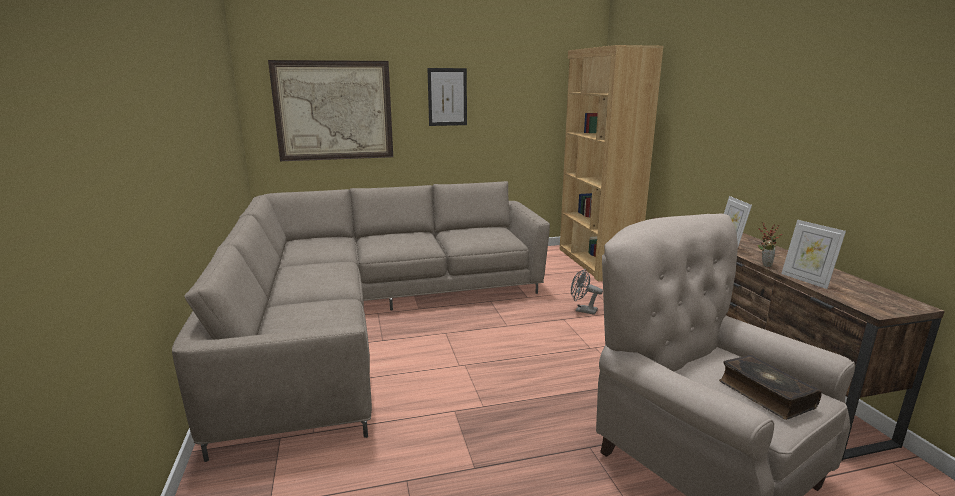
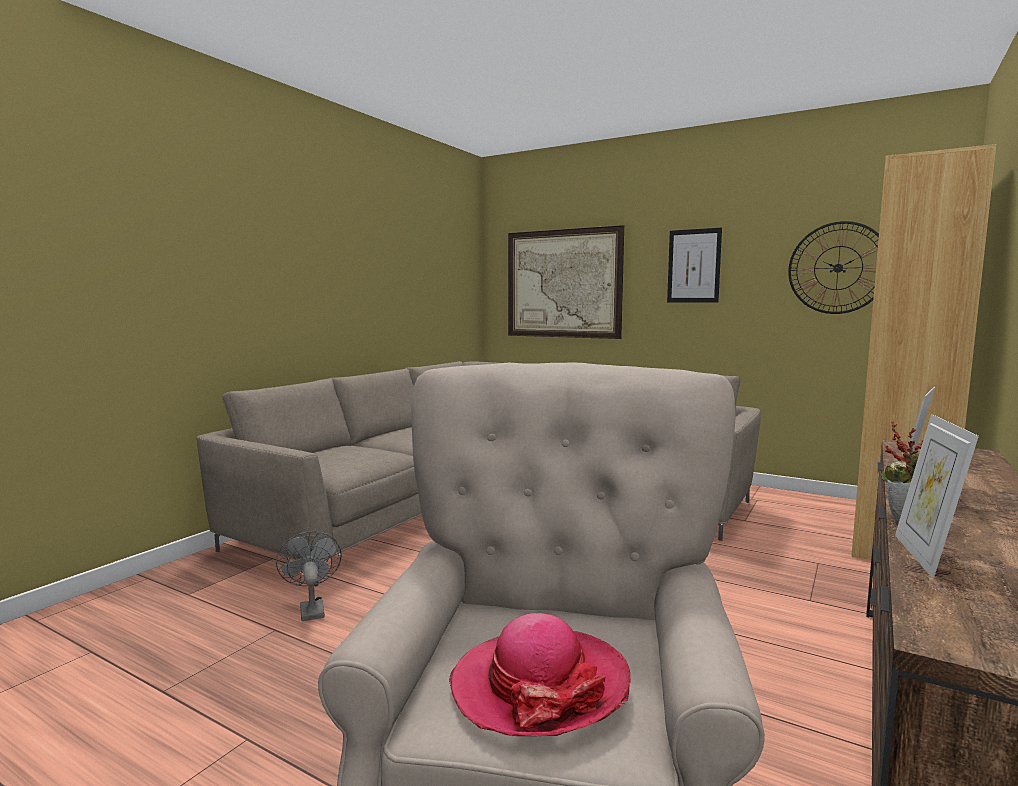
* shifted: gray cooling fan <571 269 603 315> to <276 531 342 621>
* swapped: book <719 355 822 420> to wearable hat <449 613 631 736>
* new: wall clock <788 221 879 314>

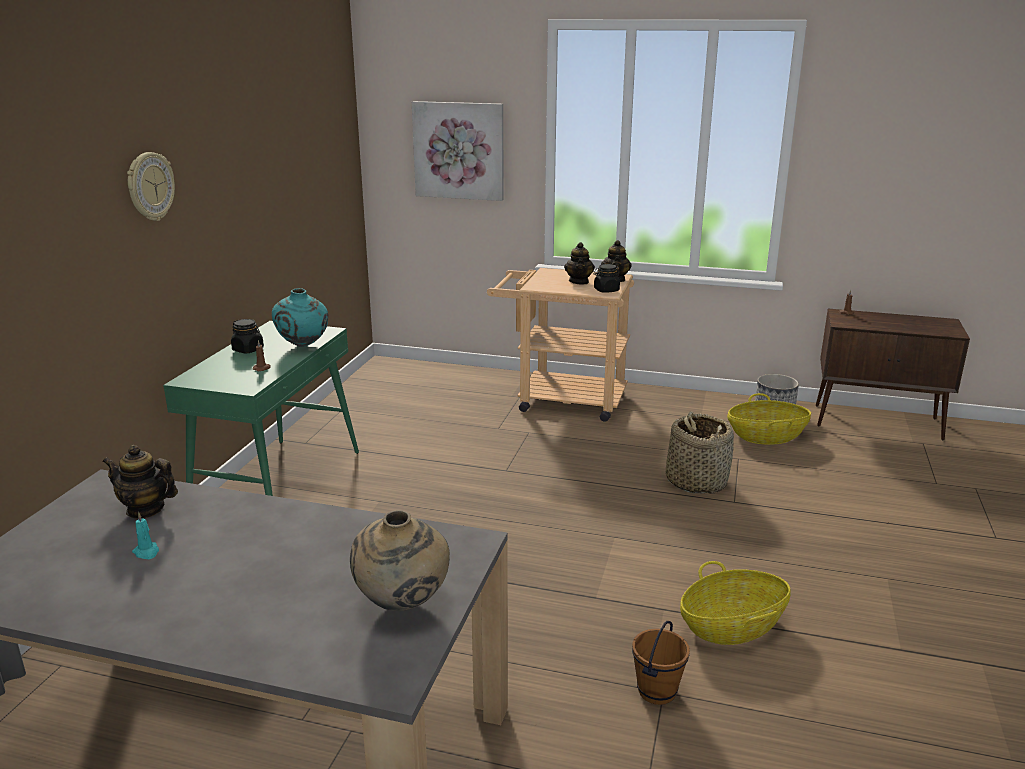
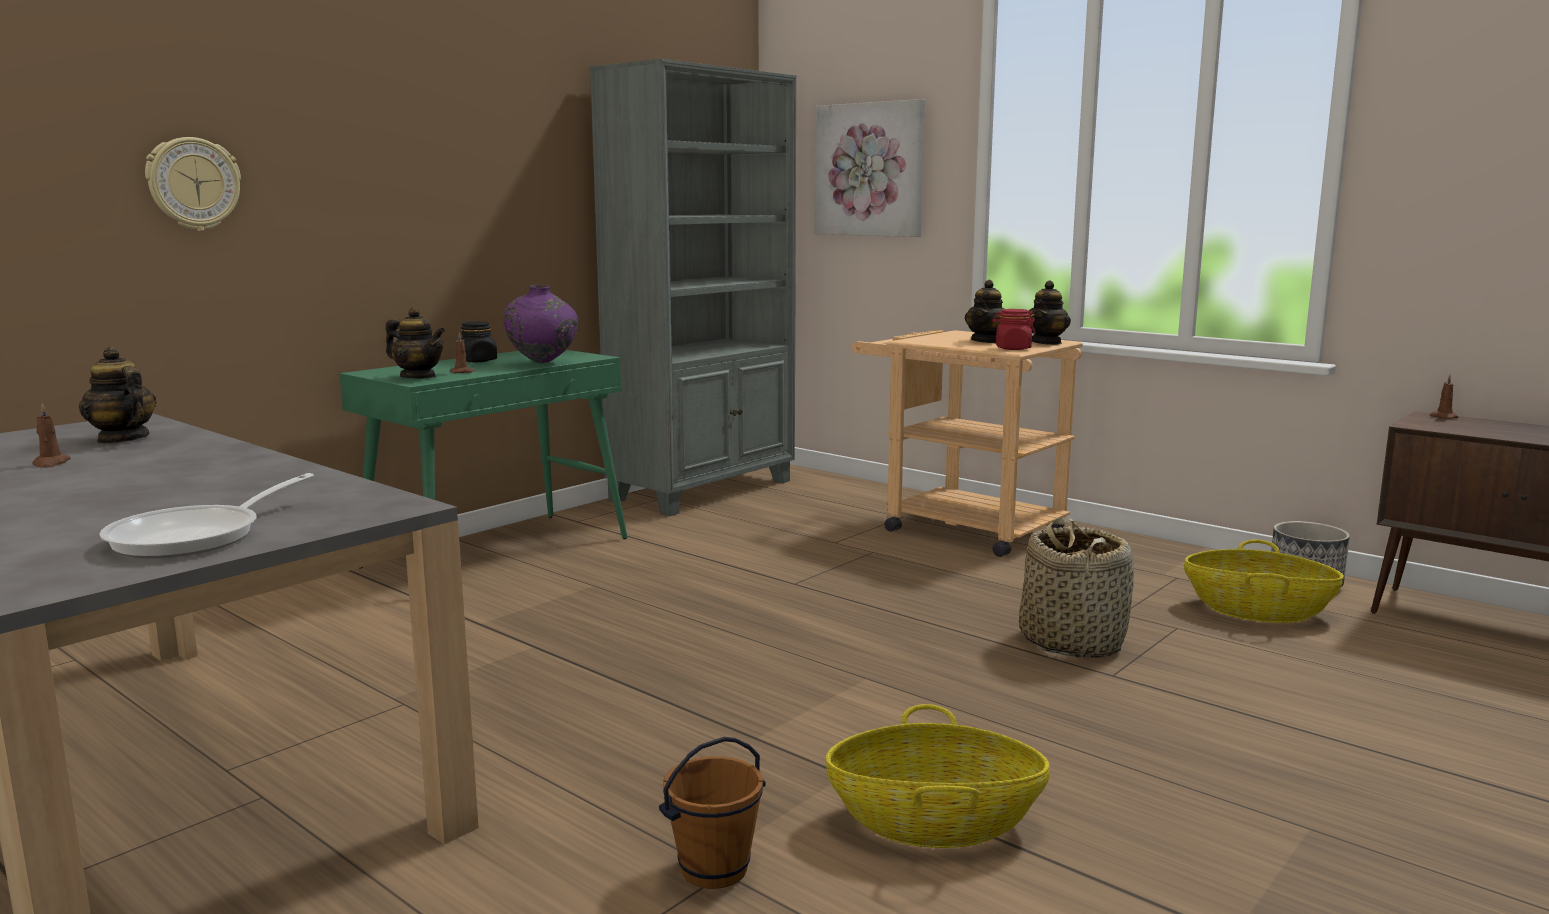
* shifted: wall clock <127 152 175 221> to <145 137 241 231>
* repainted: black-coloured storage jar <594 264 620 293> to red storage jar <992 309 1036 350>
* repainted: blue-green decorative vase <272 288 328 347> to purple-coloured decorative vase <503 285 578 363>
* swapped: beige decorative vase <350 510 450 611> to pan <100 473 314 559>
* repainted: blue-green wax light <132 512 159 559> to brown-coloured wax light <32 403 71 468>
* new: gray bookshelf <590 59 796 516>
* new: tea pot <386 307 446 378>

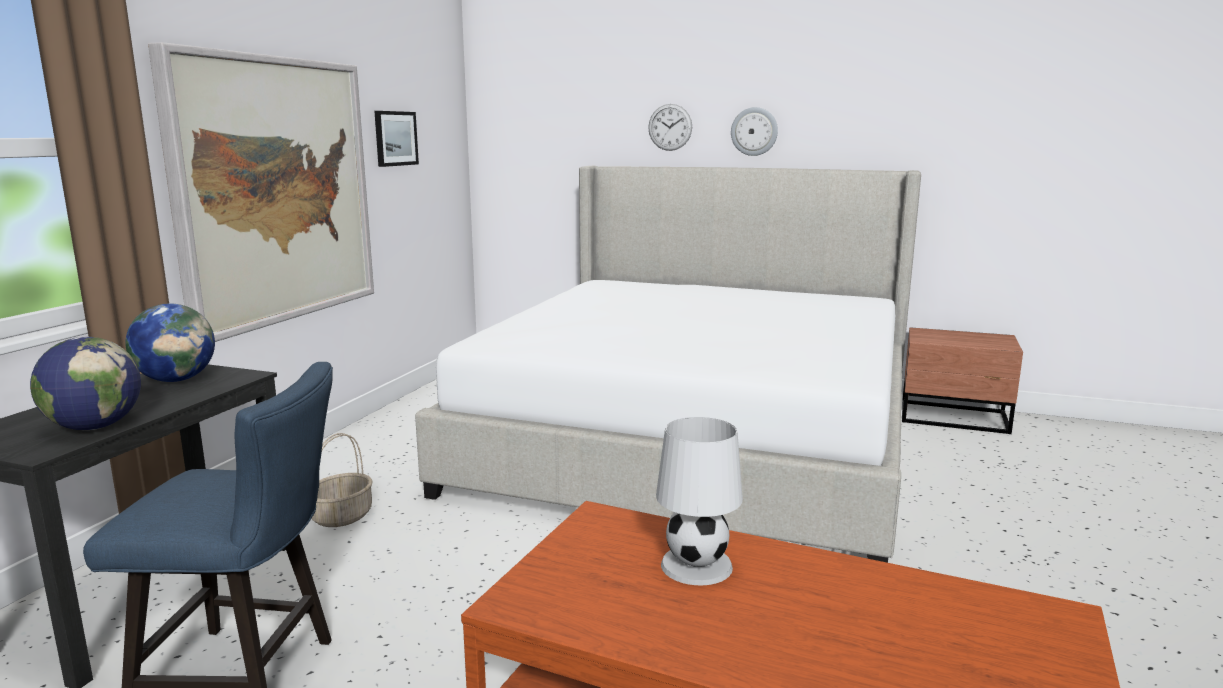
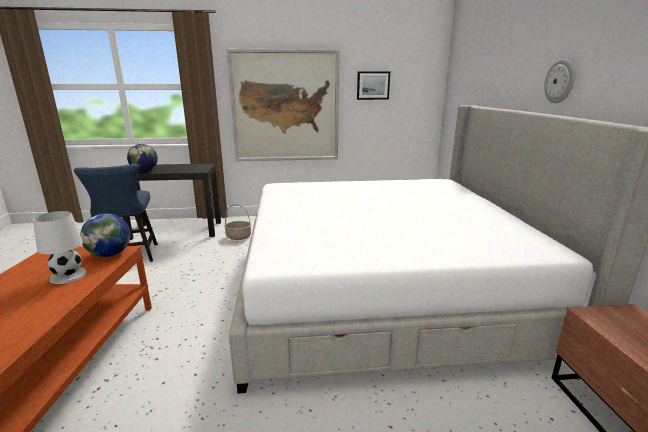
* gone: wall clock <648 104 692 151>
* shifted: world globe <125 304 215 382> to <80 213 131 257>

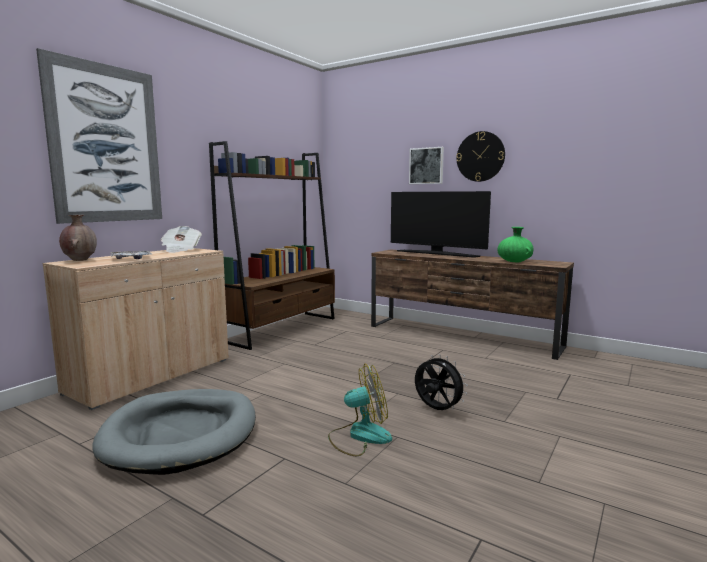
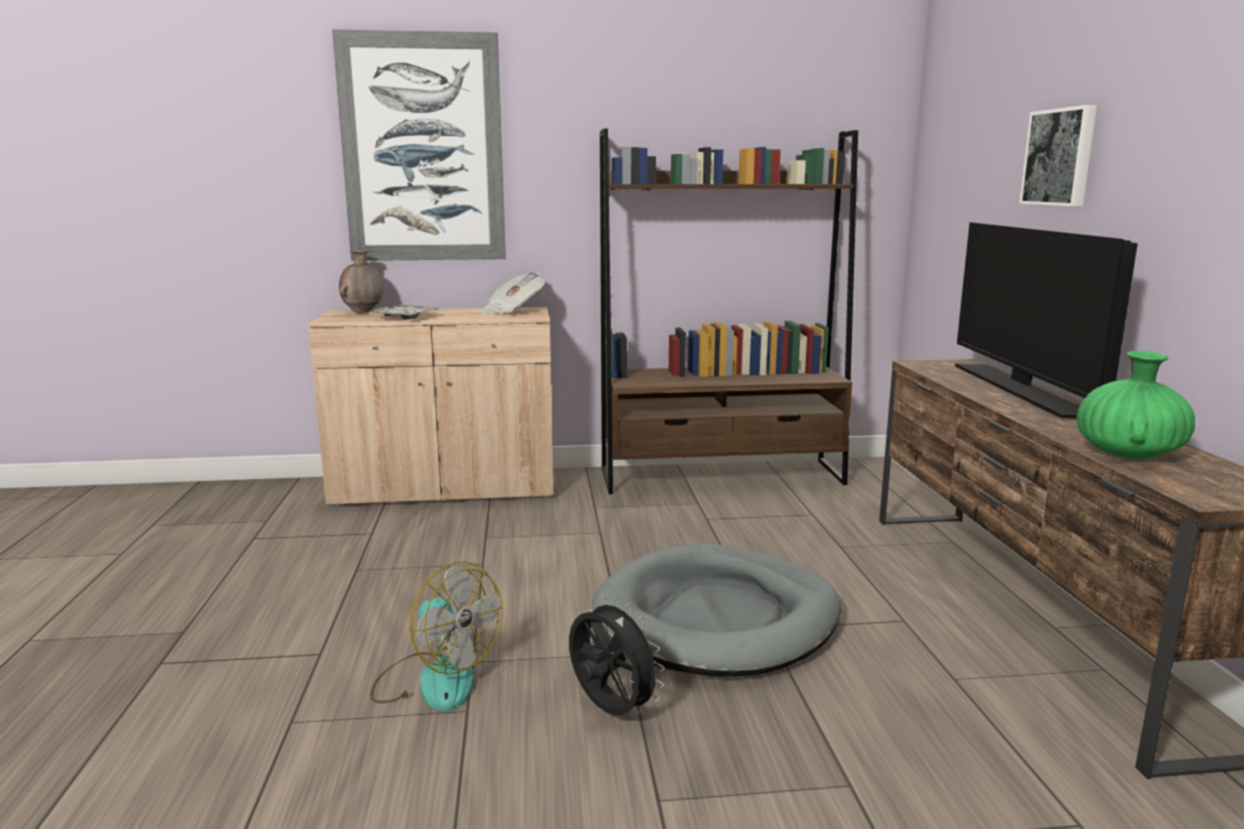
* gone: wall clock <456 131 505 182>
* rotated: black-coloured cooling fan <415 354 467 410> = <569 597 665 715> 45 degrees counterclockwise
* shifted: gray dog cushion <92 389 256 475> to <592 543 841 676>

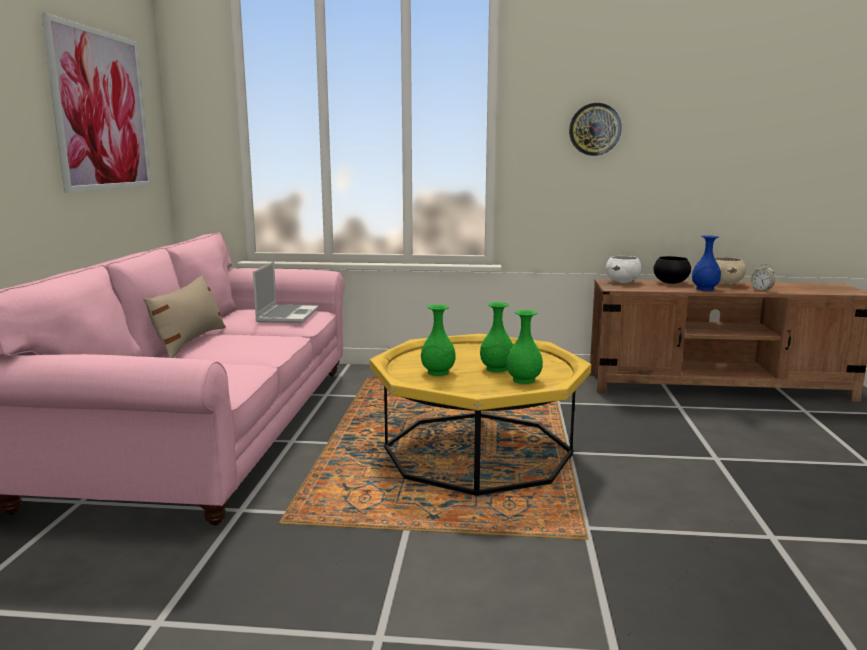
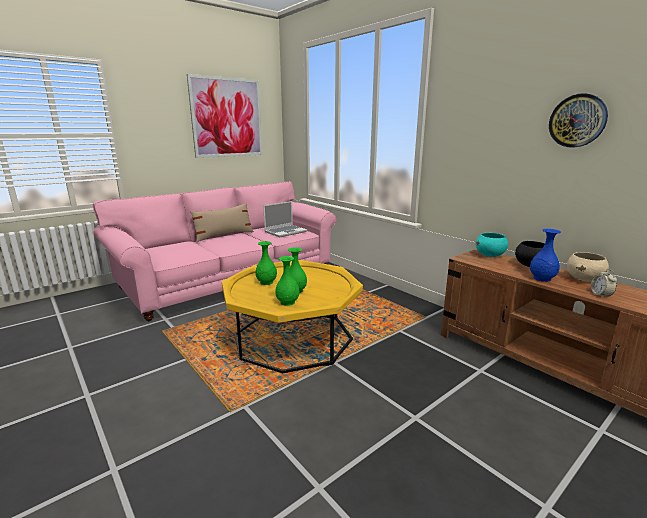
* shifted: wall clock <569 103 622 156> to <549 93 608 147>
* repainted: white deep dish <606 256 641 283> to blue-green deep dish <476 233 508 257>

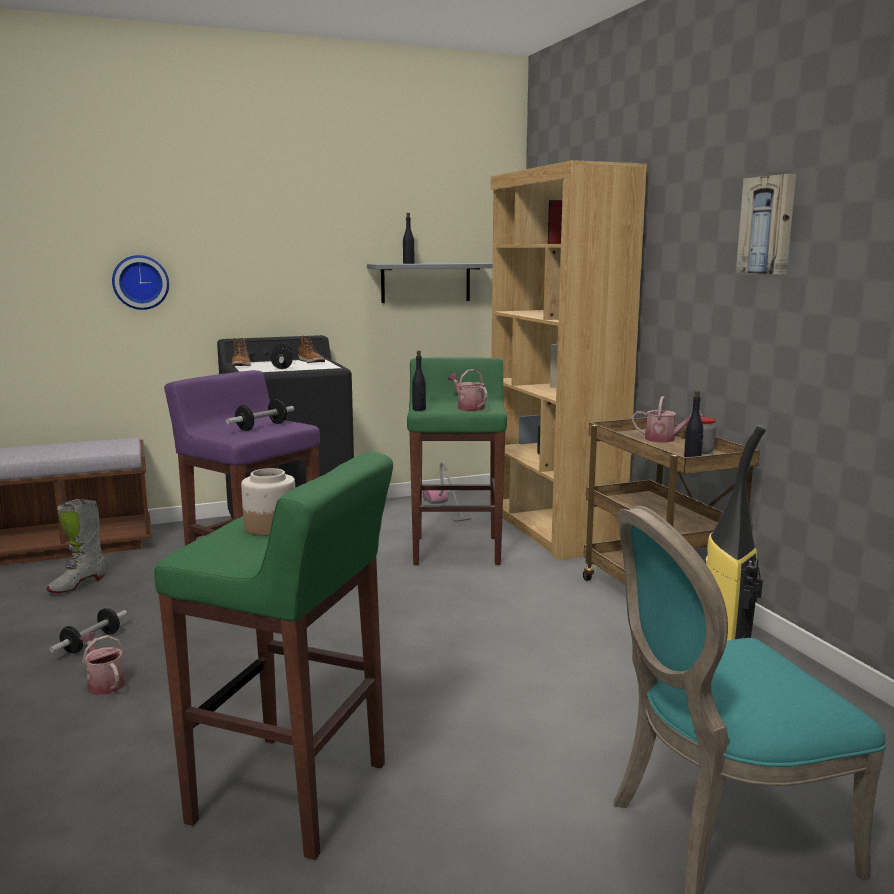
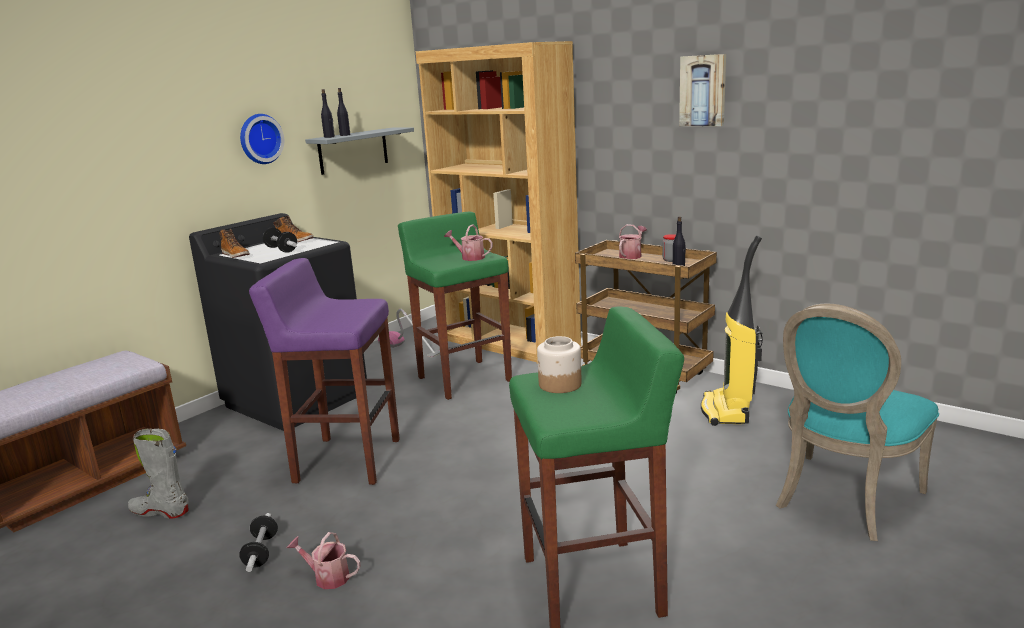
* shifted: wall clock <112 255 169 310> to <240 114 284 164>
* shifted: black-coloured drink bottle <412 351 426 411> to <321 89 335 138>
* rotated: sprinkling can <632 396 703 442> = <619 224 647 259> 45 degrees counterclockwise
* gone: hand weight <226 399 294 431>
* rotated: gray boot <46 499 105 594> = <128 429 188 519> 105 degrees clockwise

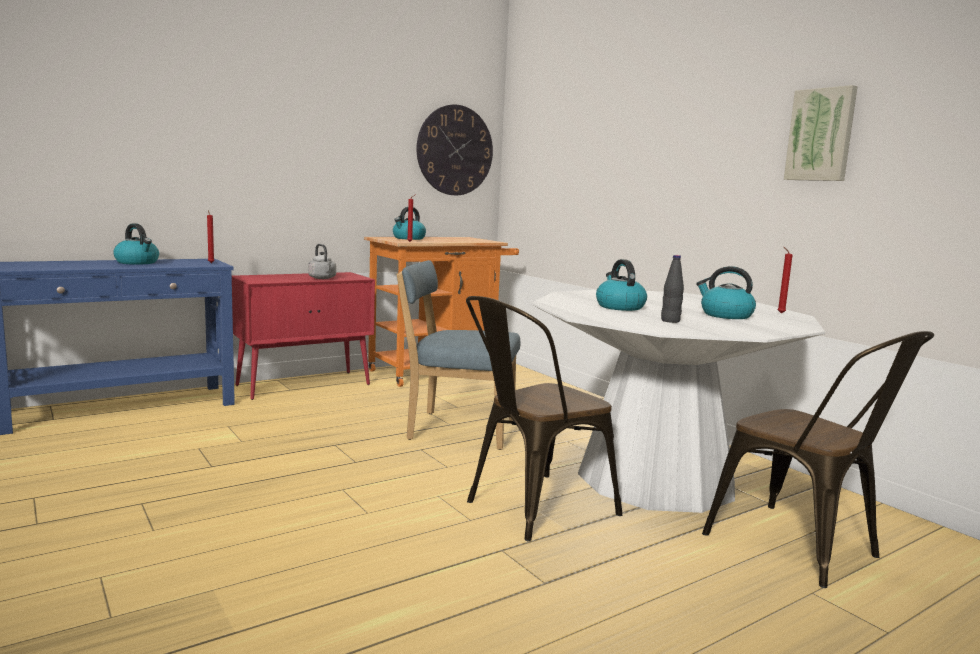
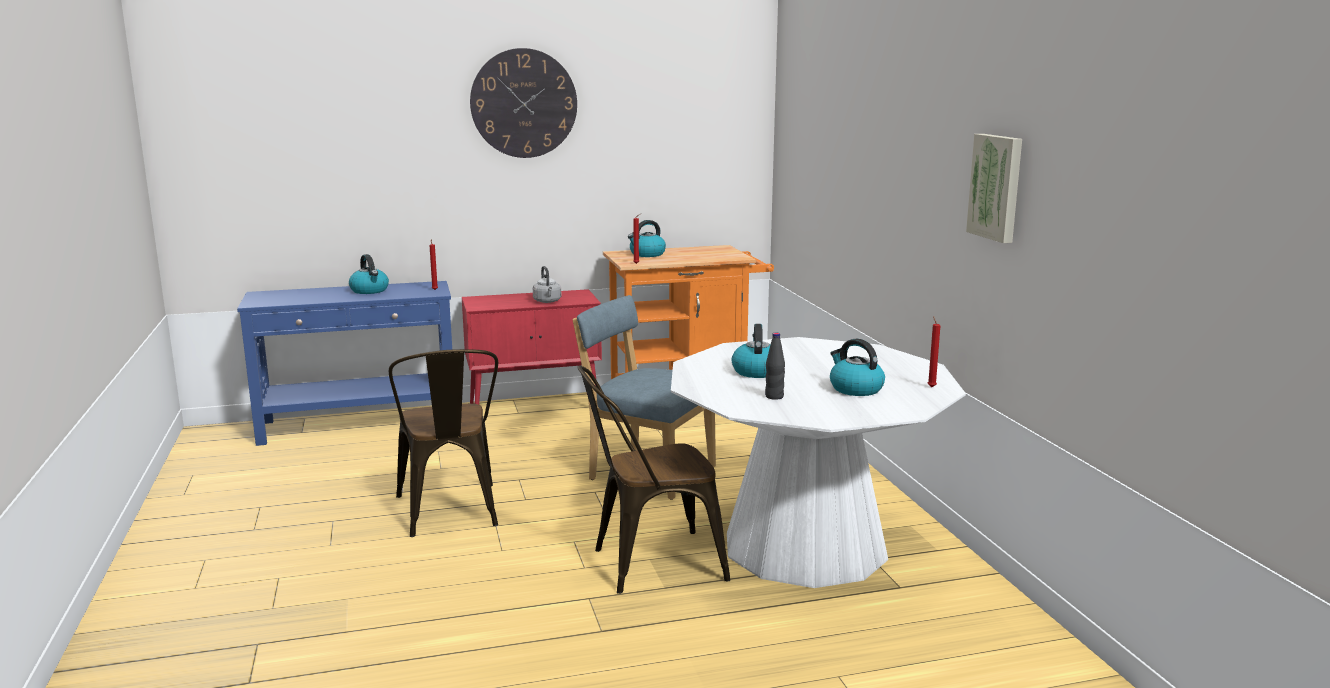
* shifted: wall clock <417 105 493 195> to <470 48 577 158>
* shifted: brown-coloured upright chair <702 331 934 588> to <388 349 498 537>

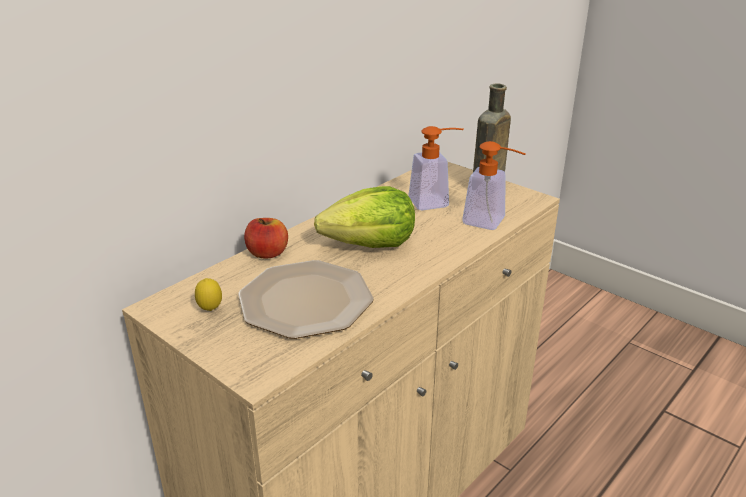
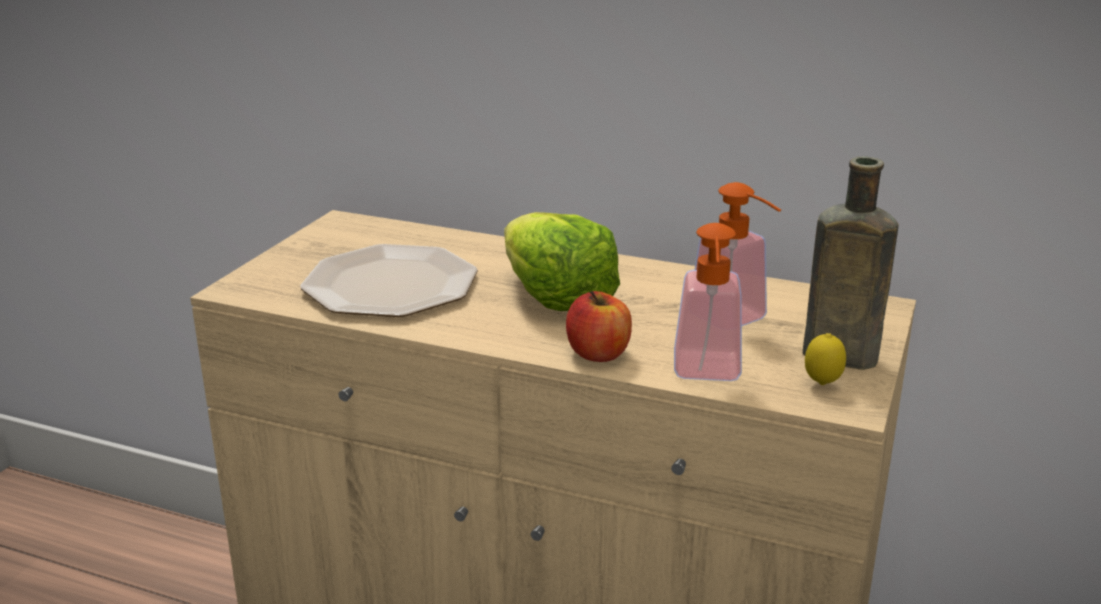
* shifted: apple <244 218 288 259> to <566 291 632 362>
* shifted: citrus fruit <195 278 222 311> to <805 333 846 385>

